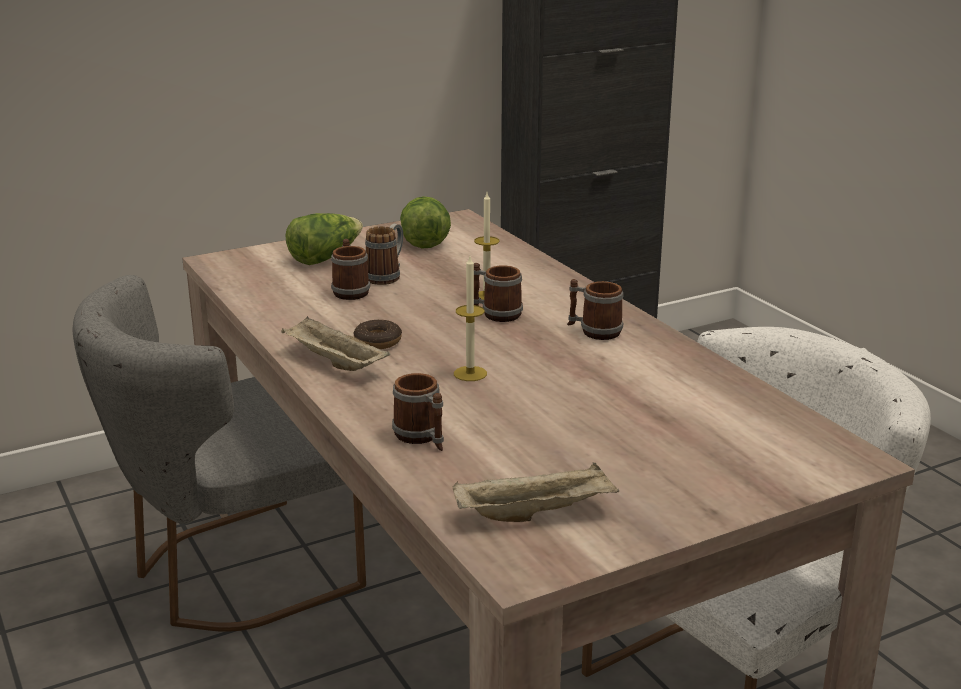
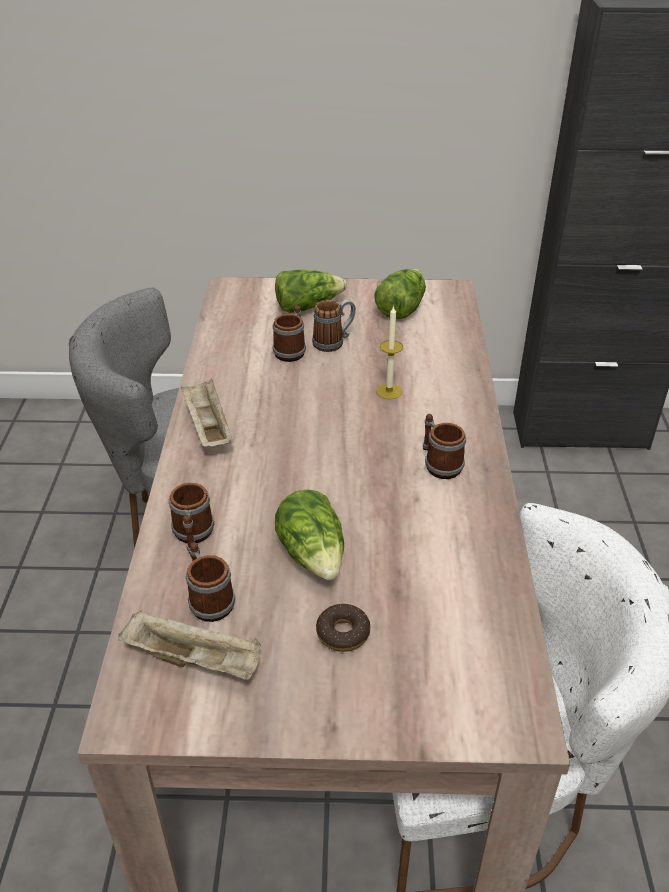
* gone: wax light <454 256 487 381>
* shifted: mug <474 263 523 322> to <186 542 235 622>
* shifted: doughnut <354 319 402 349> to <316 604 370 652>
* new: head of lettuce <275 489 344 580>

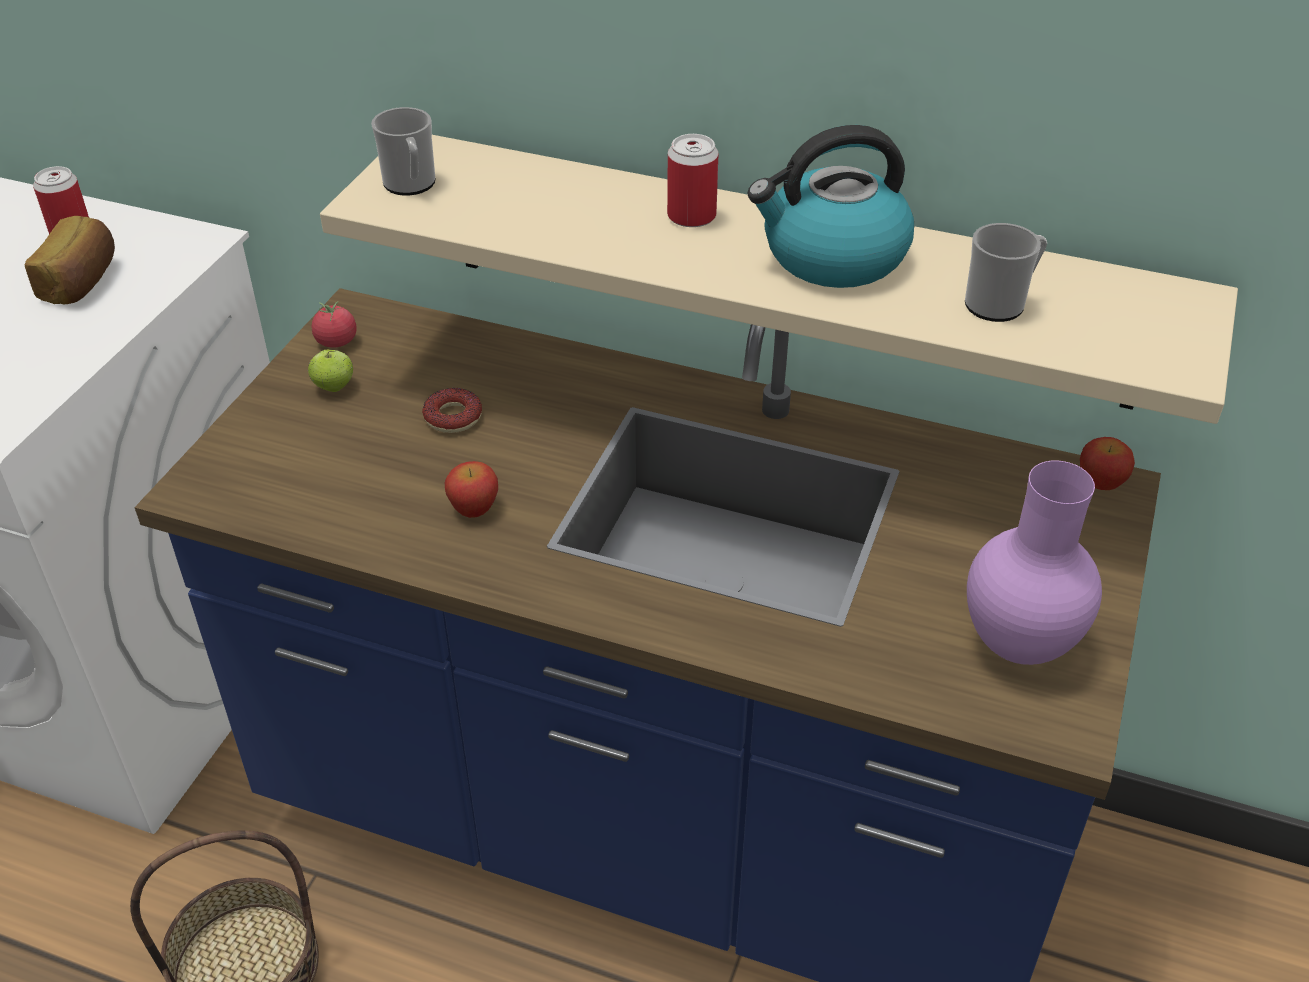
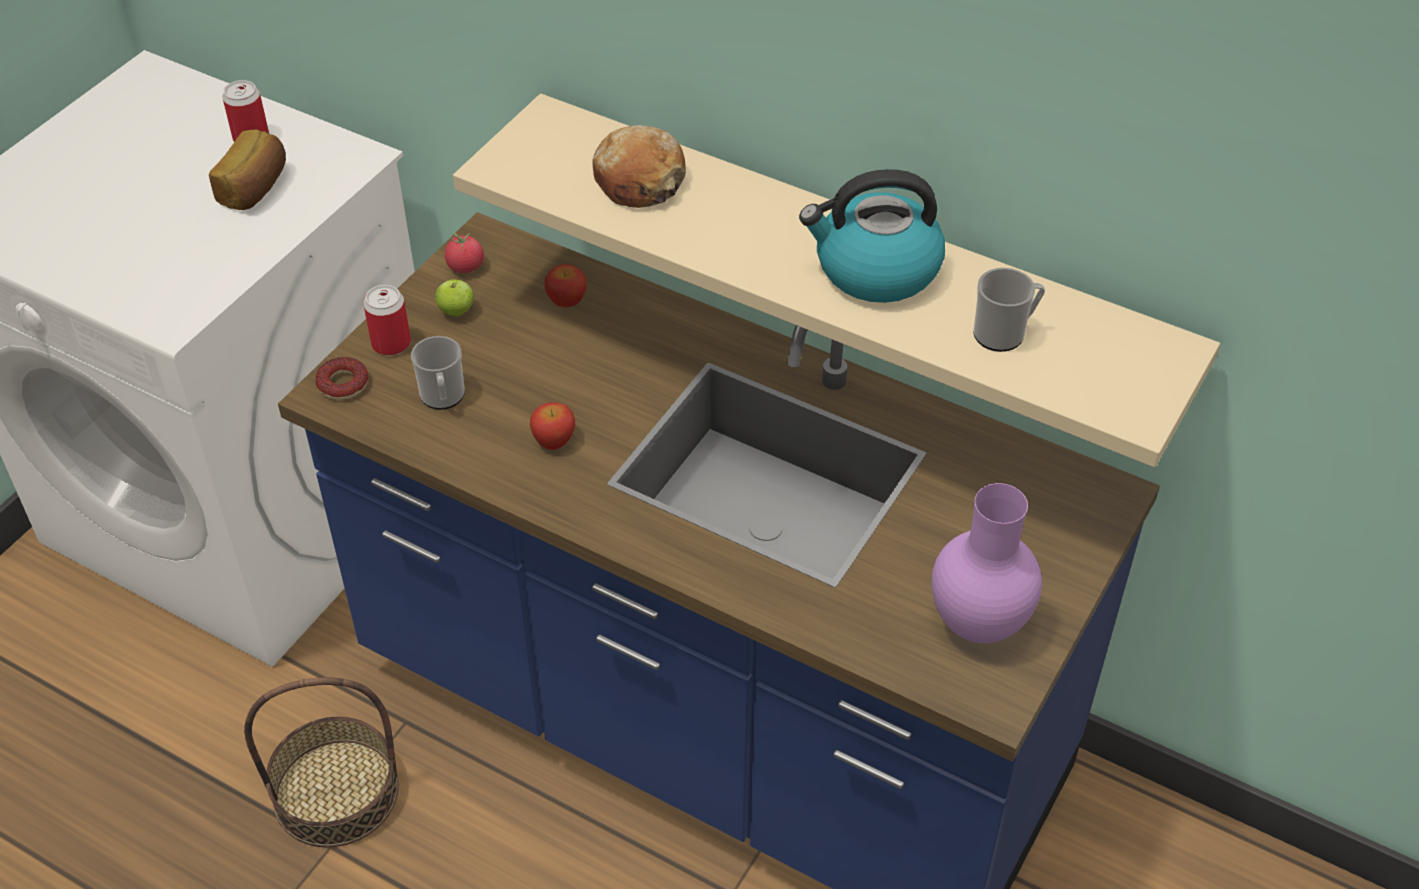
* shifted: mug <371 107 436 195> to <411 336 465 410>
* shifted: sealed can <667 134 719 227> to <363 285 411 356>
* shifted: doughnut <422 388 482 433> to <315 357 368 400>
* shifted: apple <1080 437 1135 490> to <544 264 587 307>
* new: bakery bread <592 125 686 208>

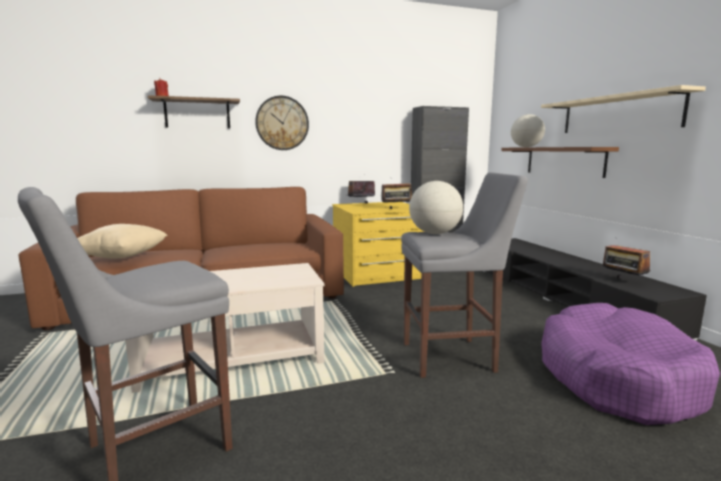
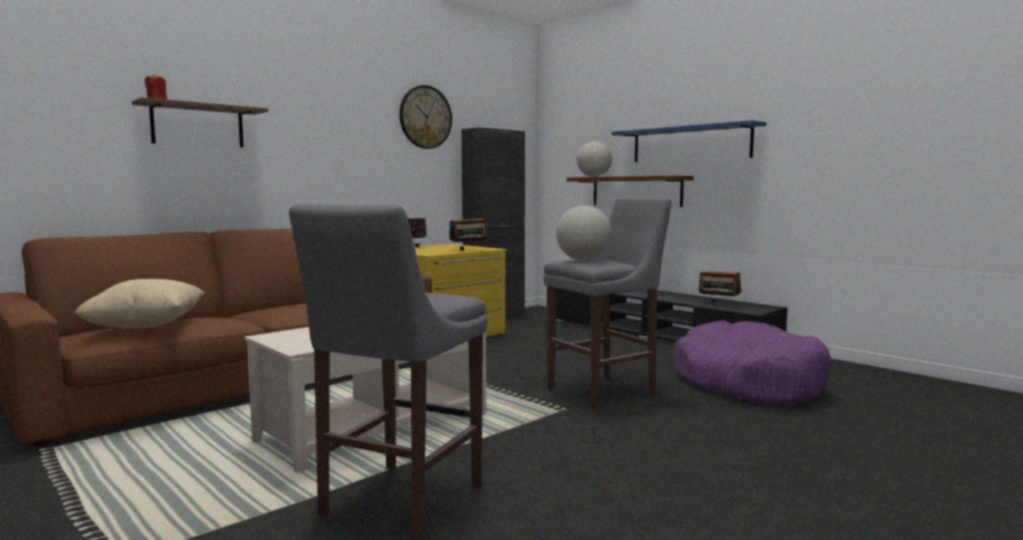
* repainted: beige bracket shelf <541 85 706 133> to blue bracket shelf <611 120 766 162>
* shifted: wall clock <255 96 309 150> to <399 85 452 149>

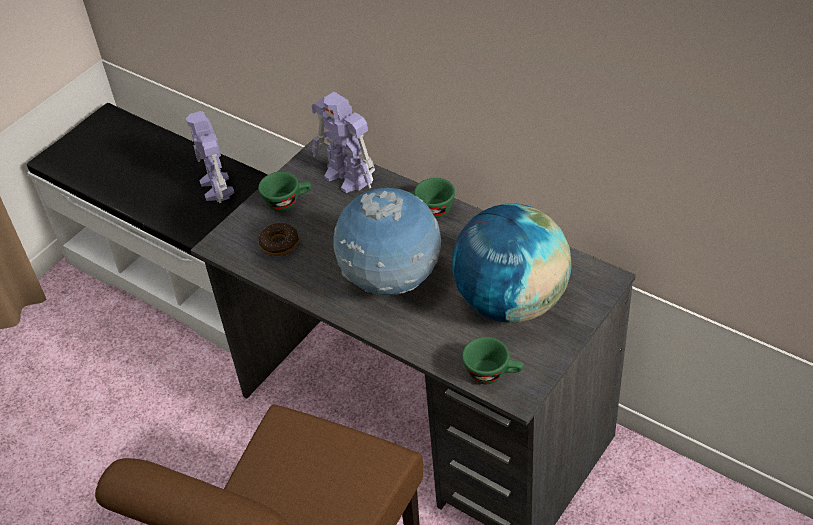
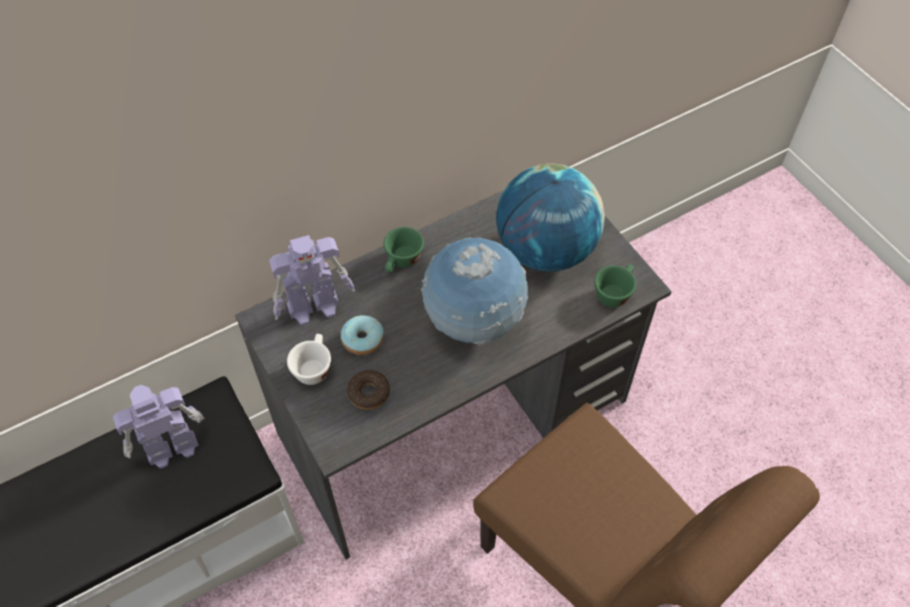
* rotated: robot figure <186 111 234 203> = <113 385 204 469> 150 degrees clockwise
* repainted: green-coloured cup <258 172 311 211> to white cup <287 334 331 385>
* new: doughnut <341 315 384 355>

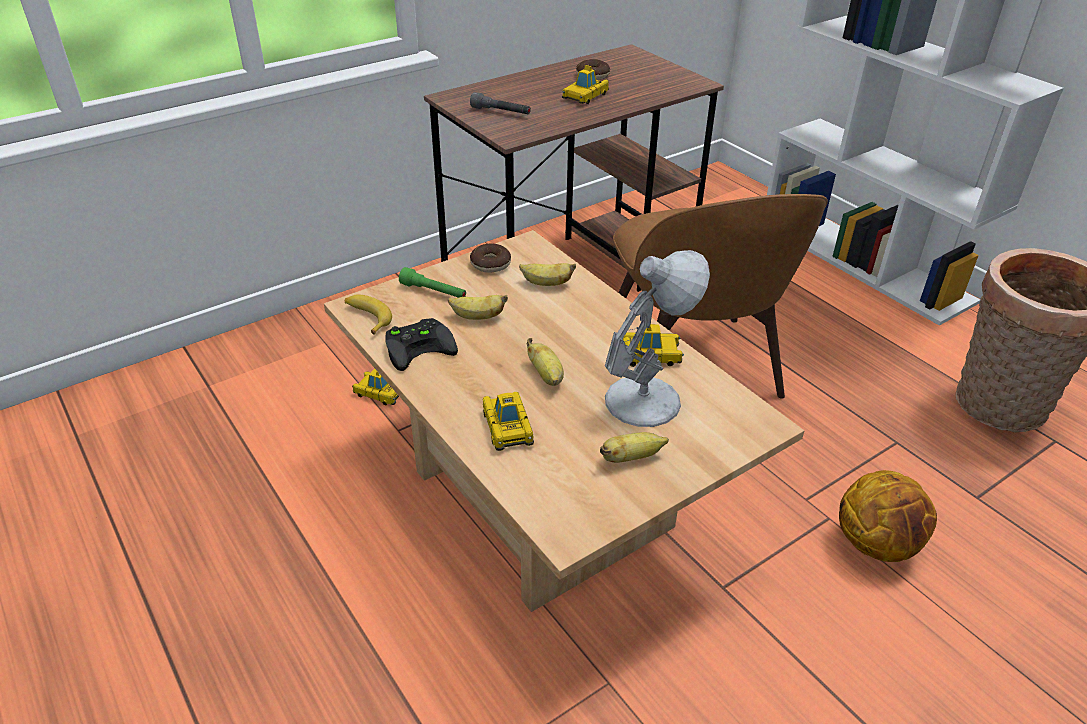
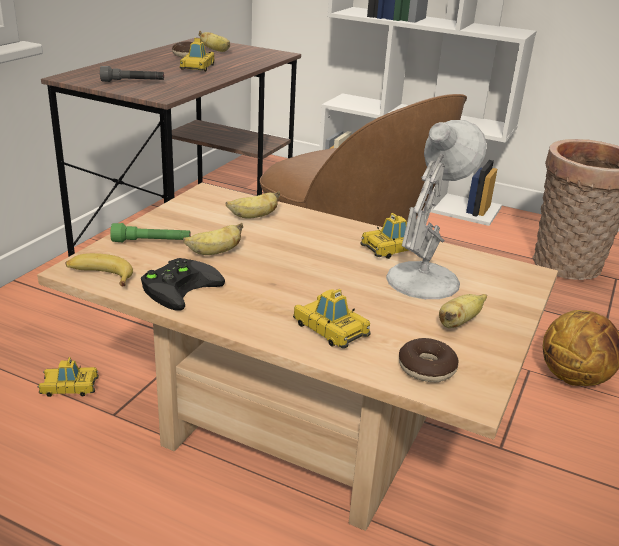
* shifted: doughnut <470 244 511 273> to <399 338 459 382>
* shifted: banana fruit <526 338 564 386> to <199 31 230 52>

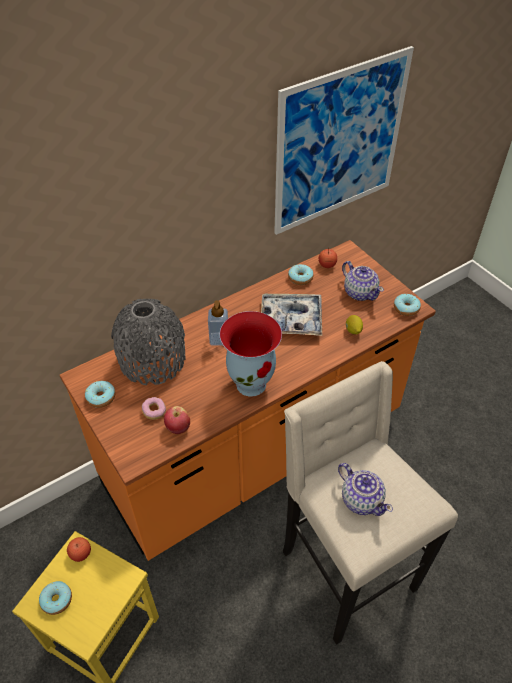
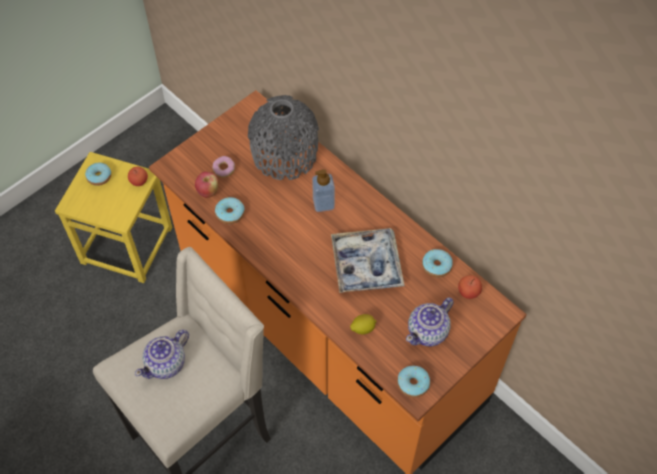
* gone: wall picture <274 46 414 235>
* gone: decorative vase <219 311 282 397>
* shifted: doughnut <85 381 115 408> to <215 197 245 224>

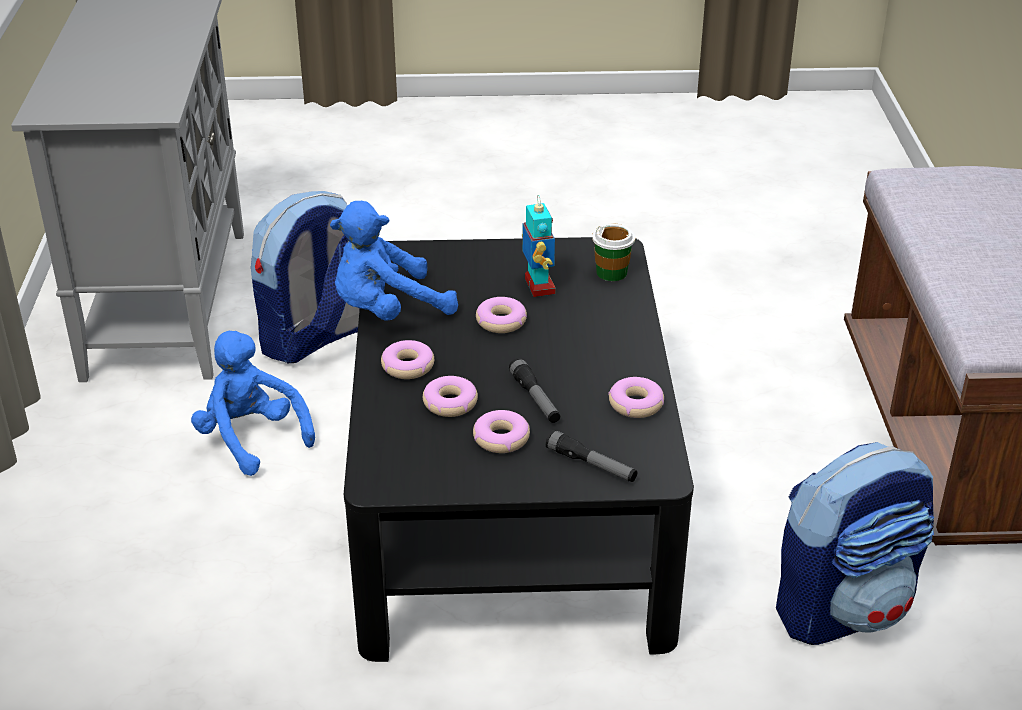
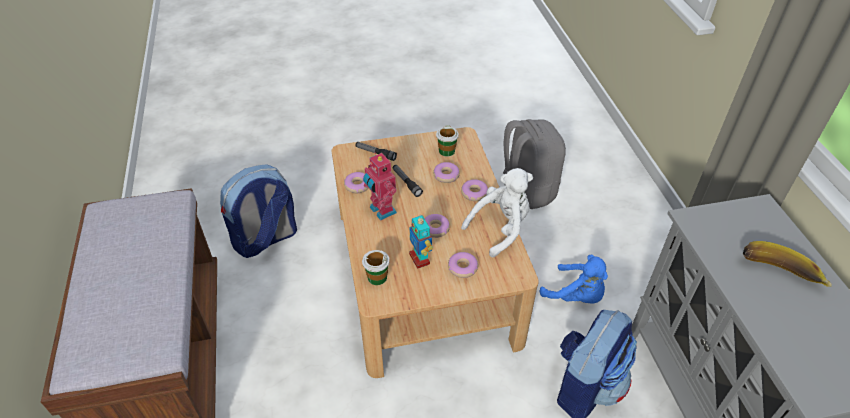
* repainted: blue cuddly toy <330 201 458 321> to white cuddly toy <461 168 533 257>
* repainted: black-coloured low table <344 237 694 662> to beige low table <332 127 539 378>
* shifted: doughnut <473 410 530 453> to <448 252 478 278>
* new: gray knapsack <503 119 566 209>
* new: cup <436 125 459 156>
* new: robot figure <363 153 397 221>
* new: banana fruit <743 241 832 287>

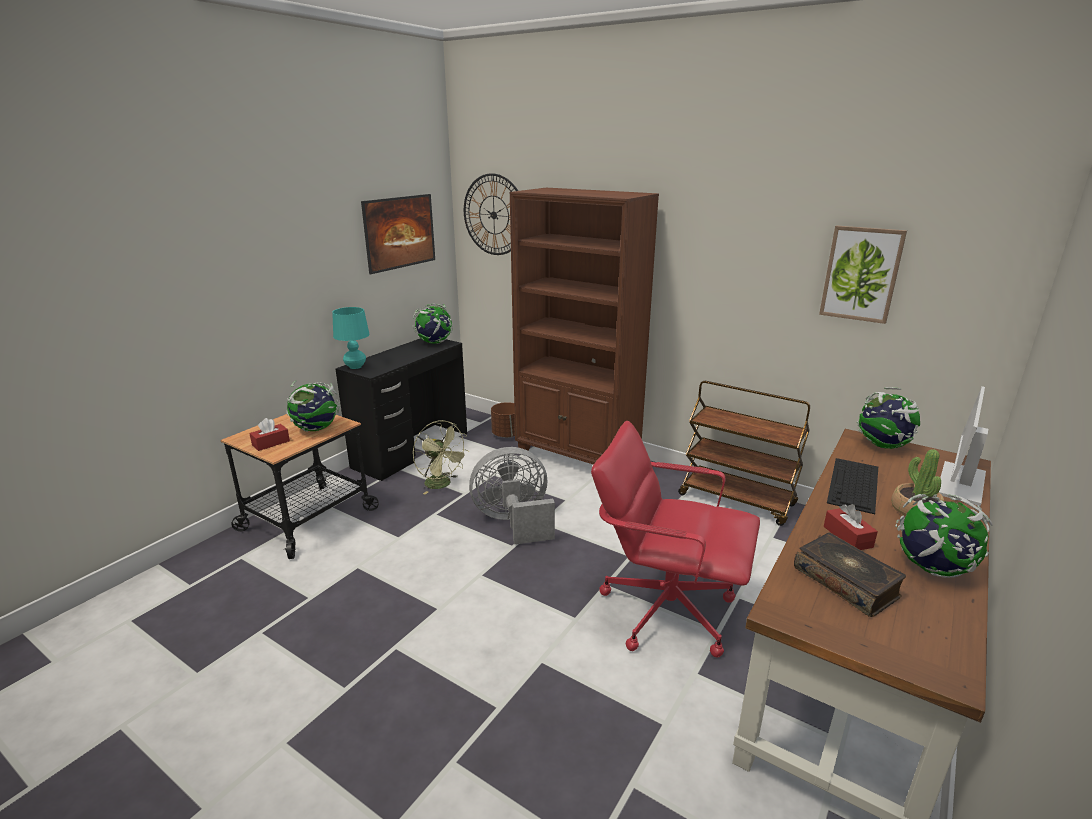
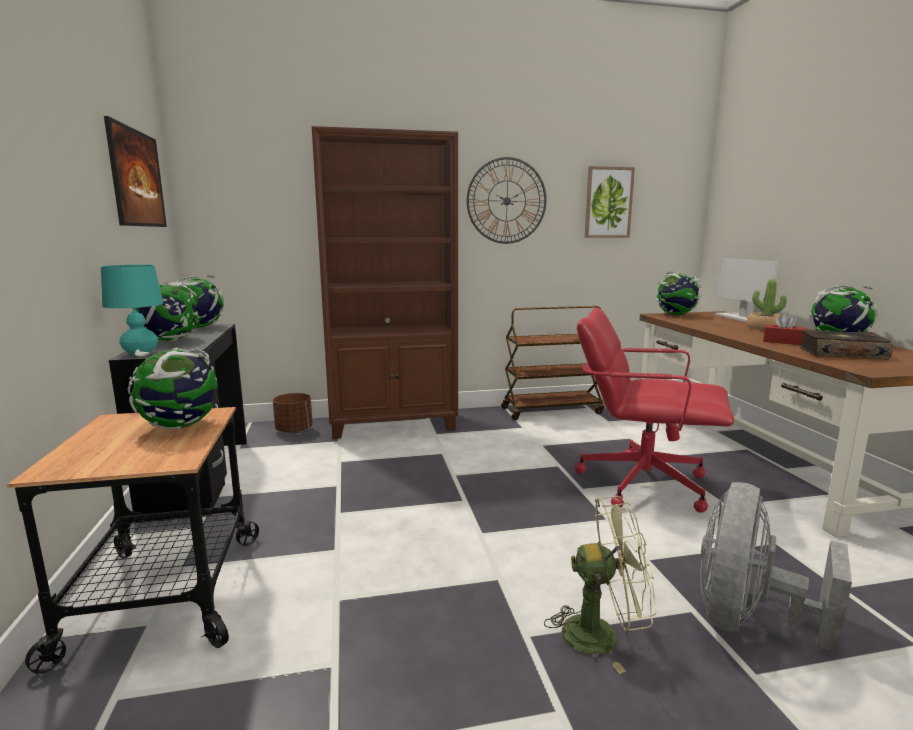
* shifted: wall clock <464 173 518 255> to <467 157 547 244>
* gone: red tissue holder <249 418 290 451>
* shifted: green-coloured cooling fan <412 420 469 495> to <544 496 657 674>
* rotated: red desk chair <591 421 760 658> = <575 307 734 513> 45 degrees clockwise
* shifted: gray cooling fan <469 447 555 545> to <700 482 852 653>
* gone: PC keyboard <827 458 878 514>
* new: world globe <136 282 200 342>

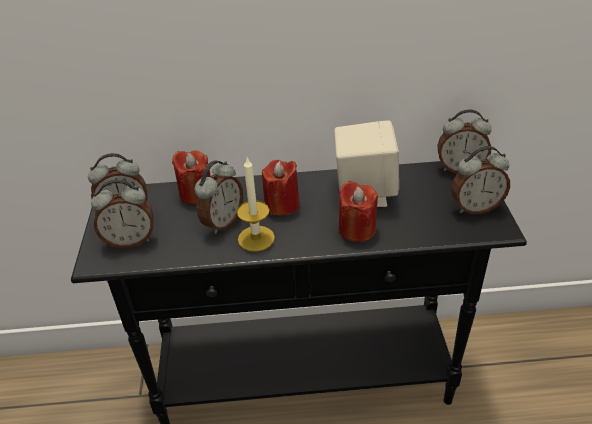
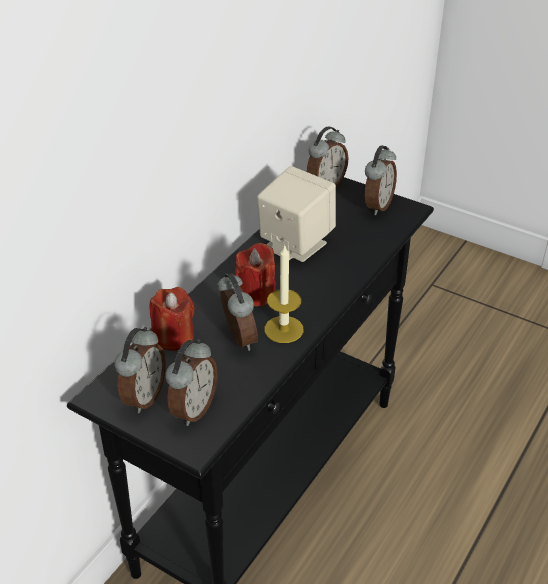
* gone: red wax light <339 181 378 242>

